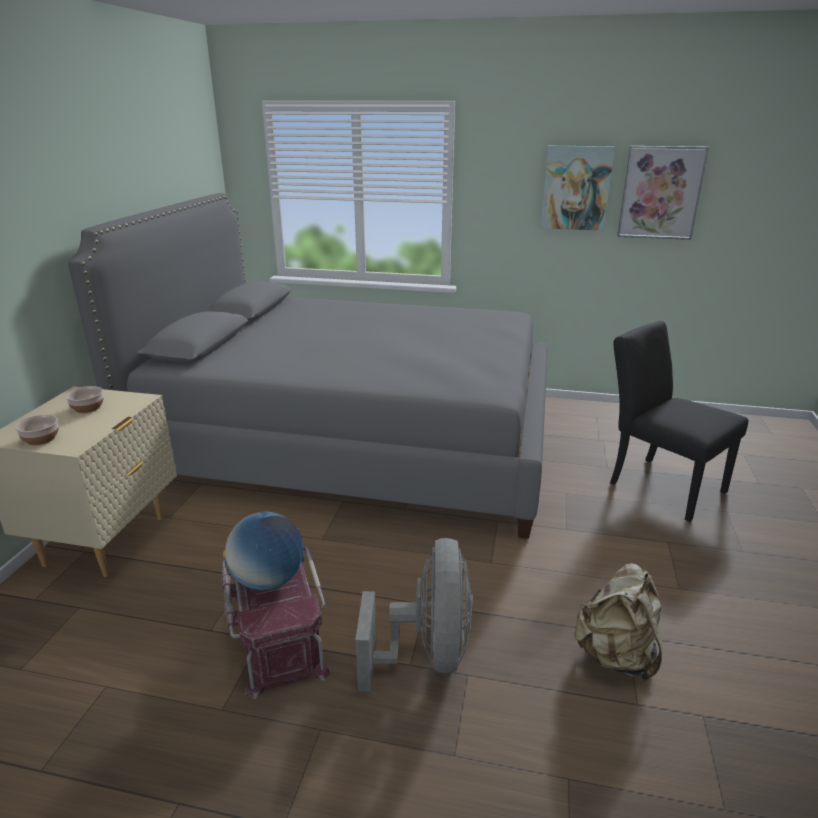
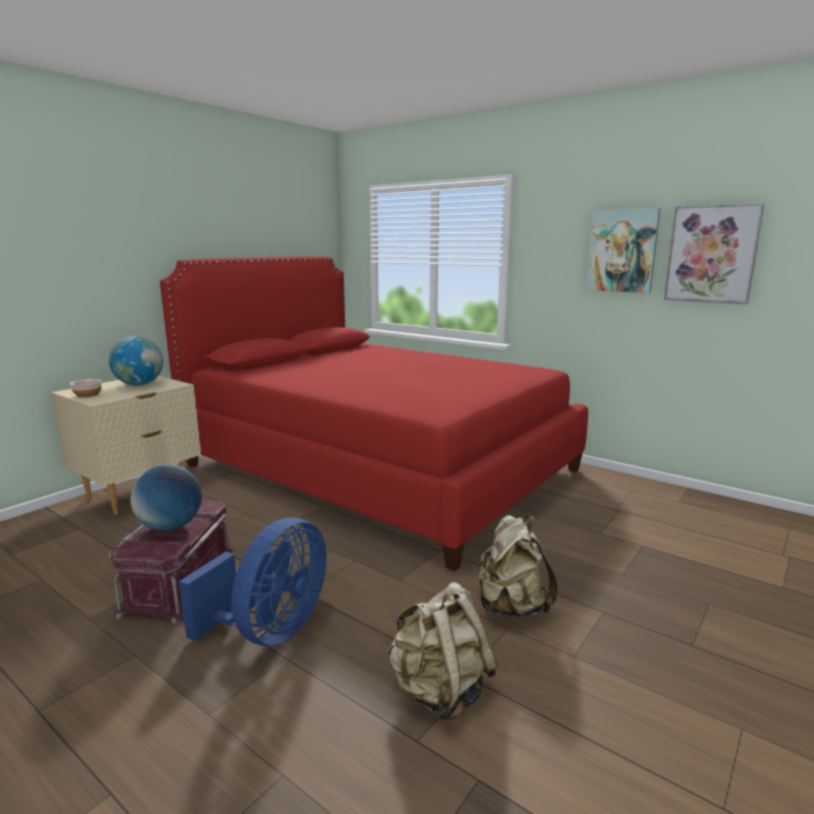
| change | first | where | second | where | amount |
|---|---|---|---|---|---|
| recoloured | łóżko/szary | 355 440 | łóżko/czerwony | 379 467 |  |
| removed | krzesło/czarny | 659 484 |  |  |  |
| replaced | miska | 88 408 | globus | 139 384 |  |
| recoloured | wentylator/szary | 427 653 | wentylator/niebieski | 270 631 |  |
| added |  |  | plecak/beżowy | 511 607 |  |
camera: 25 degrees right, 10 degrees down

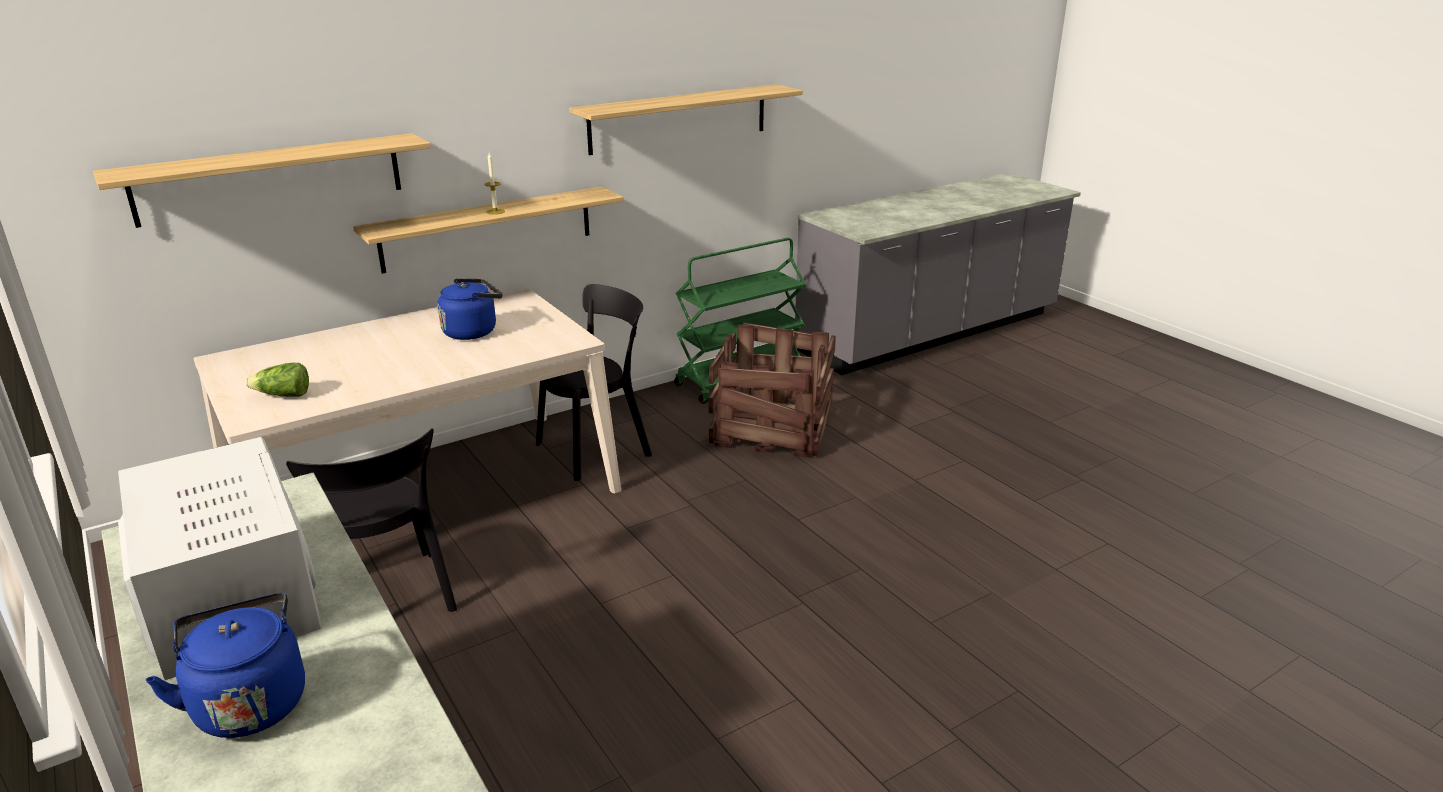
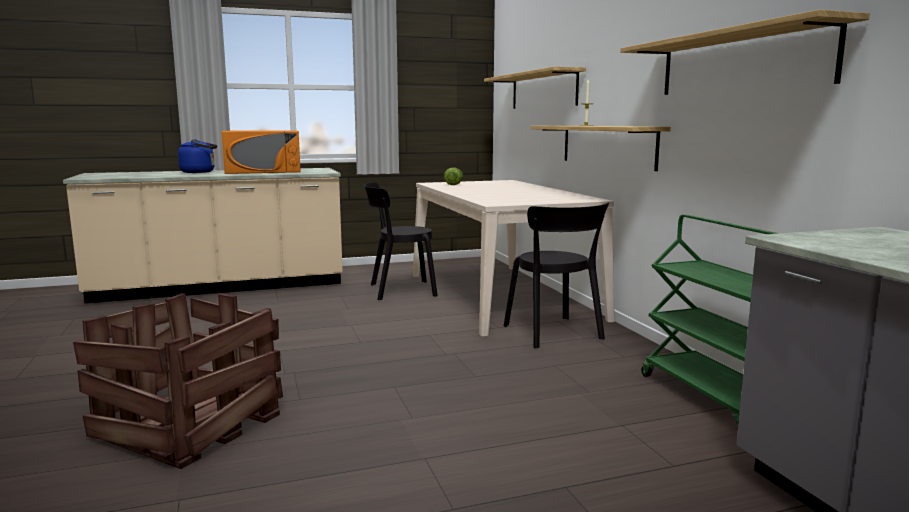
| change | first | where | second | where | amount |
|---|---|---|---|---|---|
| removed | czajnik/niebieski | 473 331 |  |  |  |
| moved | skrzynka | 770 428 |  | 191 424 |  |
| recoloured | mikrofalówka/biały | 230 594 | mikrofalówka/pomarańczowy | 263 171 |  |
camera: 105 degrees right, 15 degrees down

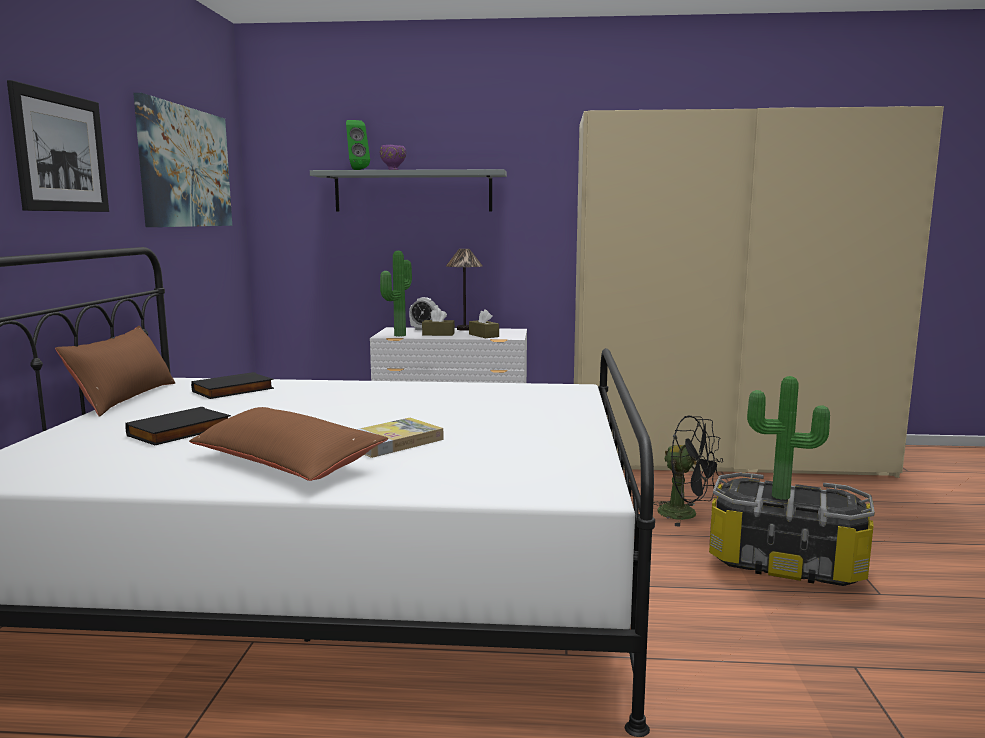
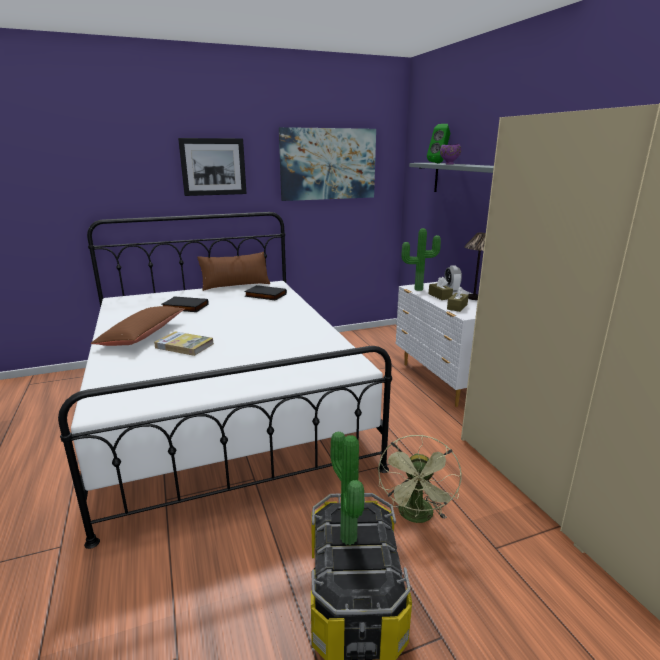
| change | first | where | second | where | amount |
|---|---|---|---|---|---|
| recoloured | wentylator/czarny | 686 514 | wentylator/zielony | 417 517 |  |
camera: 65 degrees right, 10 degrees up

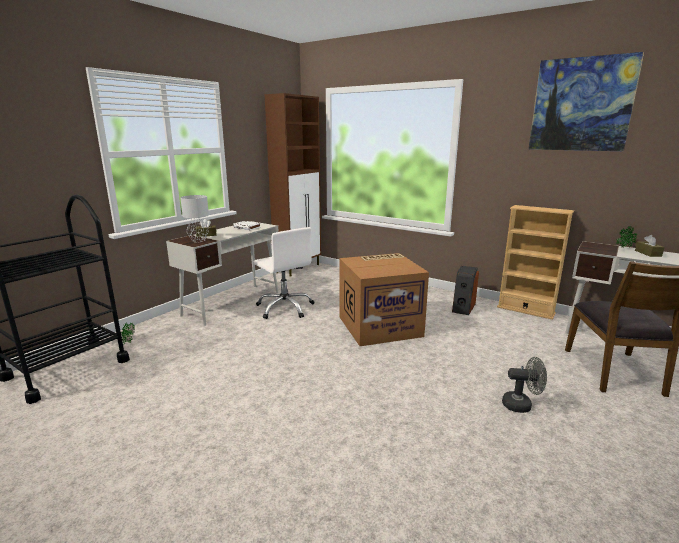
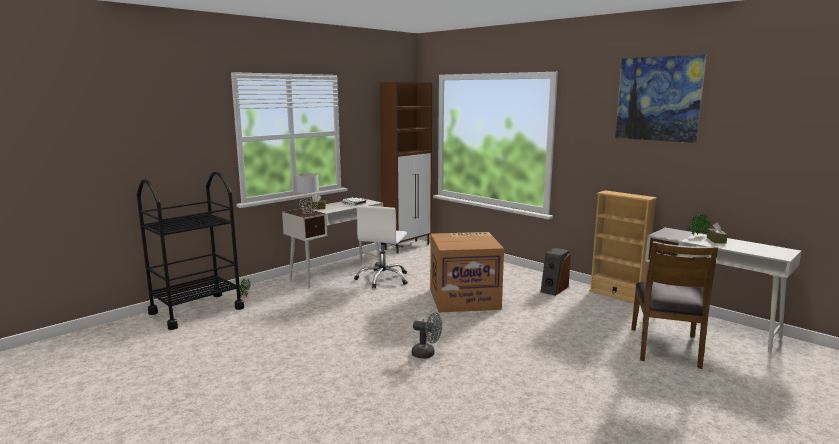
| change | first | where | second | where | amount |
|---|---|---|---|---|---|
| turned | krzesło biurowe/biały | 285 308 |  | 383 279 | 45 degrees clockwise |
| moved | wentylator/szary | 521 405 |  | 427 354 |  |
camera: 10 degrees right, 5 degrees down

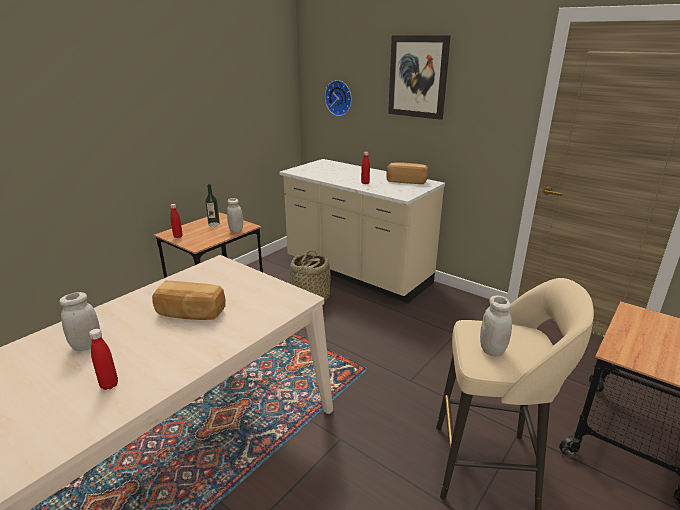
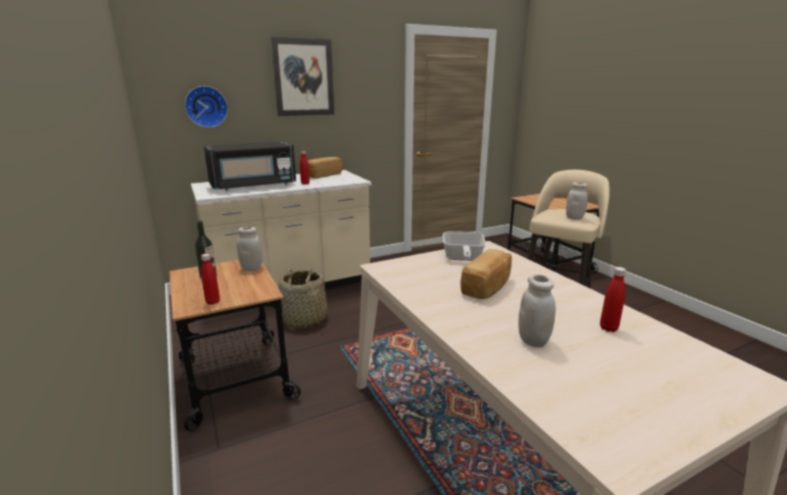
| change | first | where | second | where | amount |
|---|---|---|---|---|---|
| added |  |  | mikrofalówka/czarny | 254 186 |  |
| added |  |  | patelnia | 462 258 |  |
camera: 65 degrees left, 5 degrees down

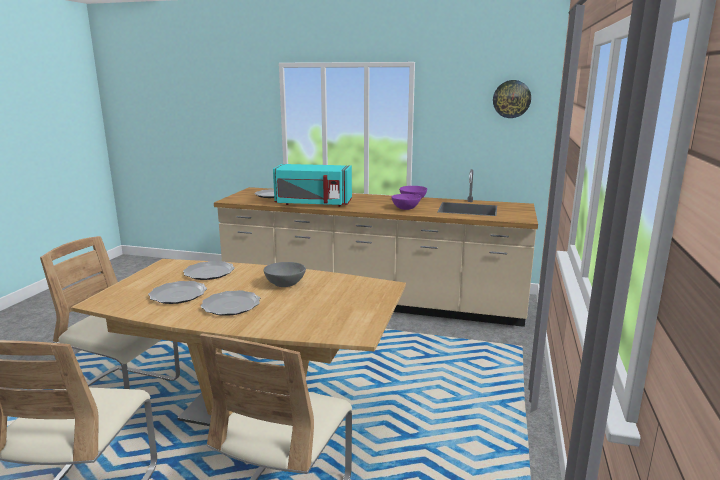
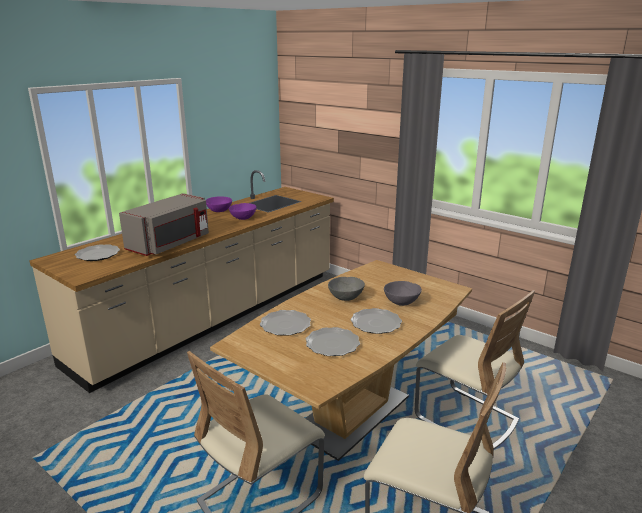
| change | first | where | second | where | amount |
|---|---|---|---|---|---|
| removed | zegar ścienny | 511 99 |  |  |  |
| recoloured | mikrofalówka/turkusowy | 313 203 | mikrofalówka/szary | 170 243 |  |
| added |  |  | miska/szary | 401 302 |  |
camera: 65 degrees left, 5 degrees up

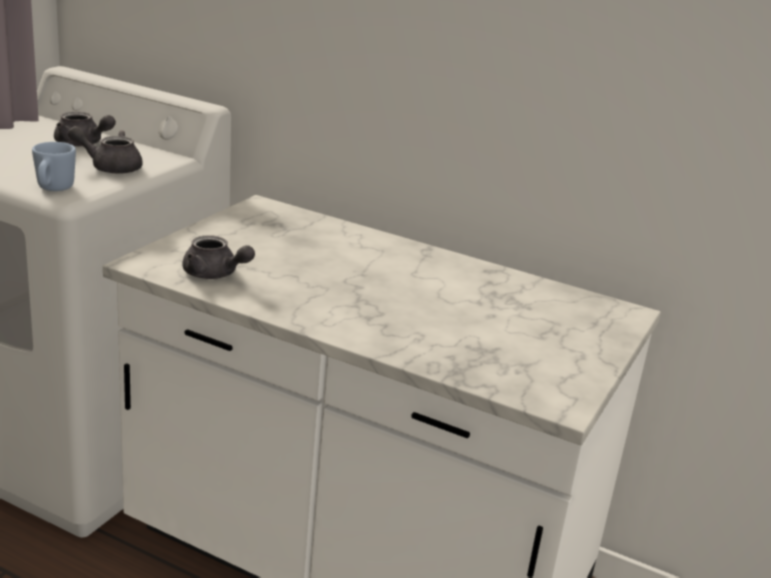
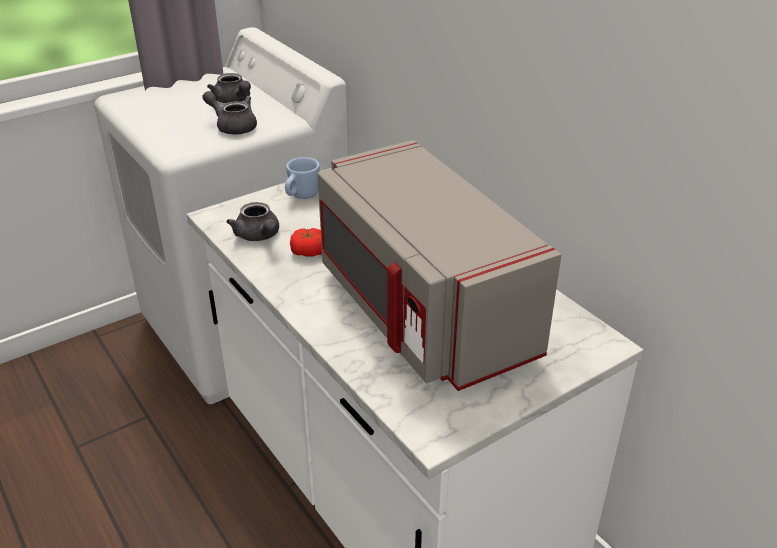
| change | first | where | second | where | amount |
|---|---|---|---|---|---|
| moved | kubek/niebieski | 53 189 |  | 301 196 |  |
| added |  |  | mikrofalówka/szary | 421 311 |  |
| added |  |  | pomidor | 309 251 |  |
camera: 30 degrees right, 10 degrees up

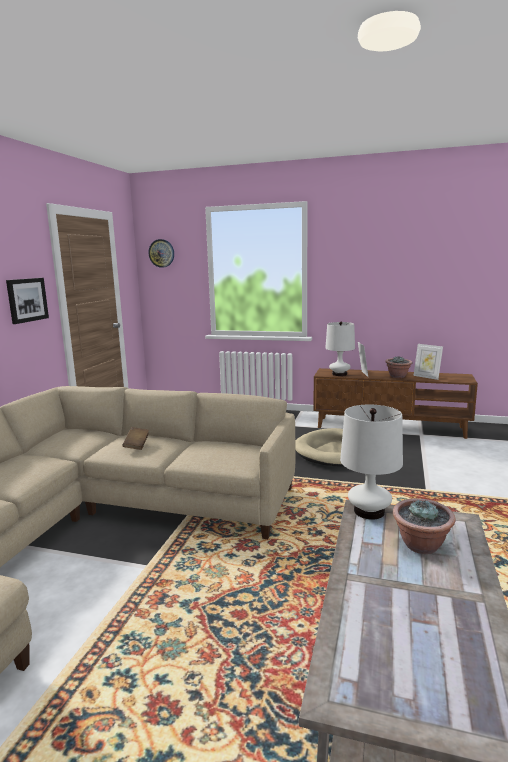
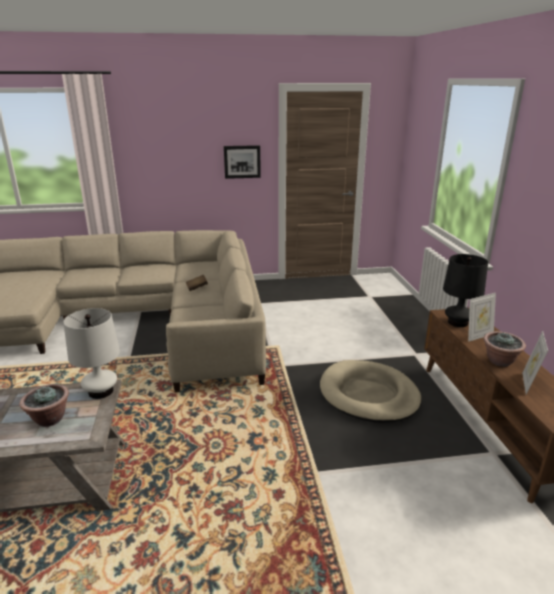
| change | first | where | second | where | amount |
|---|---|---|---|---|---|
| removed | zegar ścienny | 161 253 |  |  |  |
| recoloured | lampa stołowa/biały | 339 374 | lampa stołowa/czarny | 457 322 |  |
camera: 65 degrees right, 10 degrees up

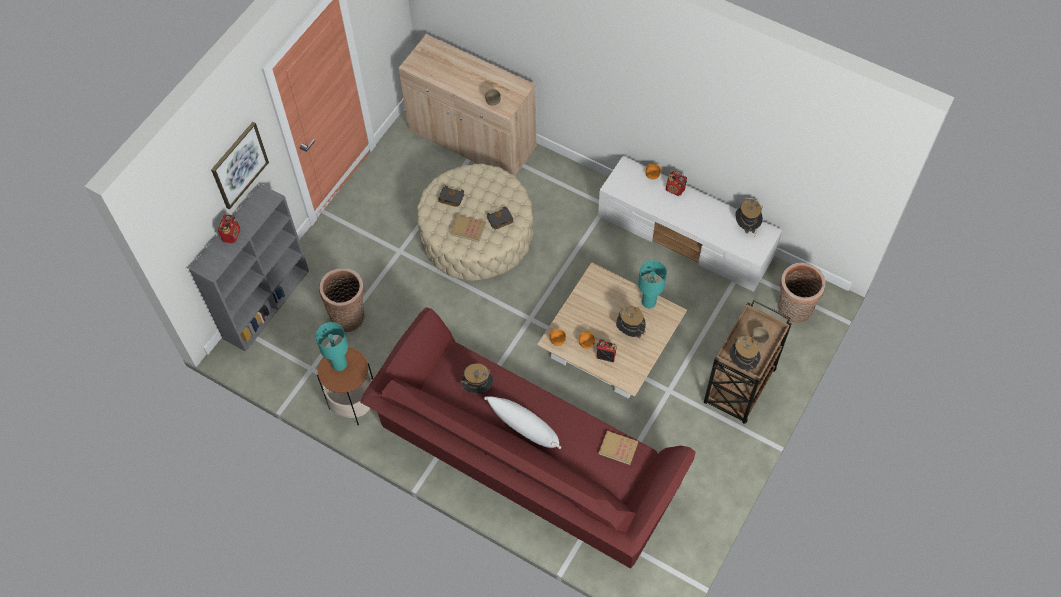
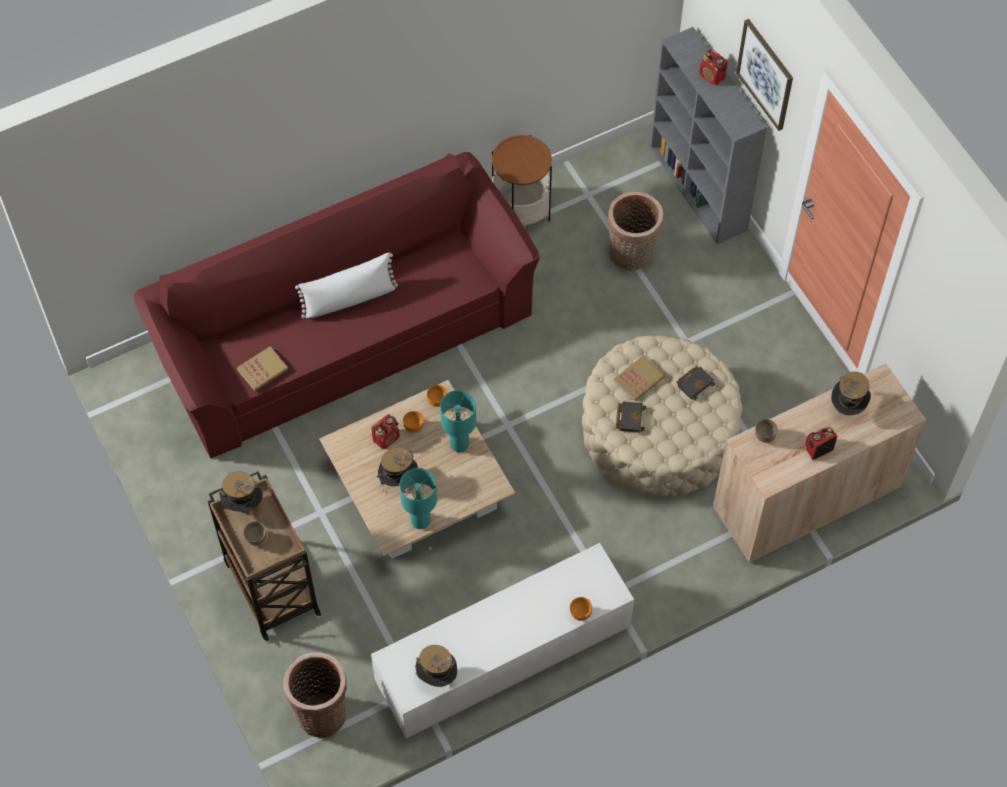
| change | first | where | second | where | amount |
|---|---|---|---|---|---|
| moved | radio | 675 190 |  | 818 449 |  |
| moved | lampa stołowa/turkusowy | 339 364 |  | 459 444 |  |
| moved | kapelusz | 478 388 |  | 847 407 |  |
camera: 120 degrees right, 0 degrees up

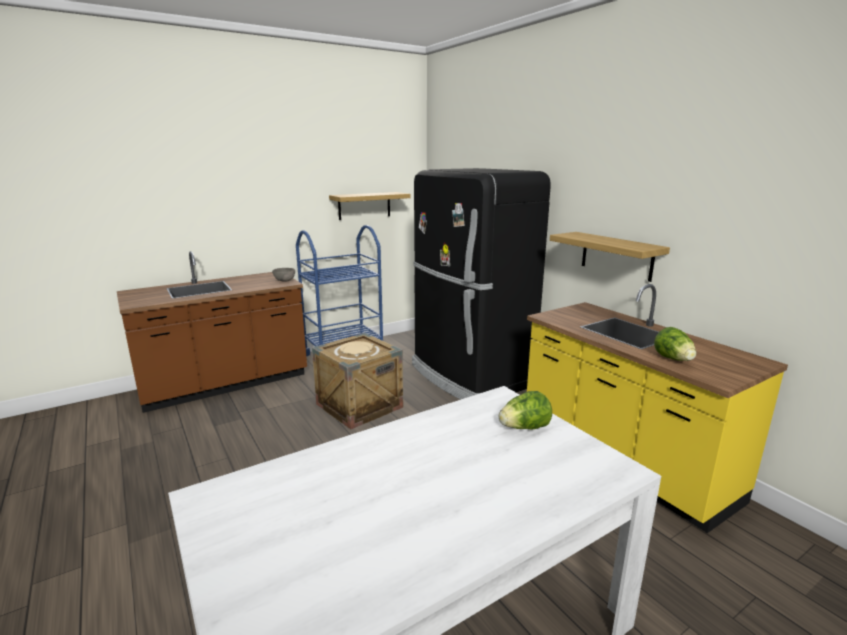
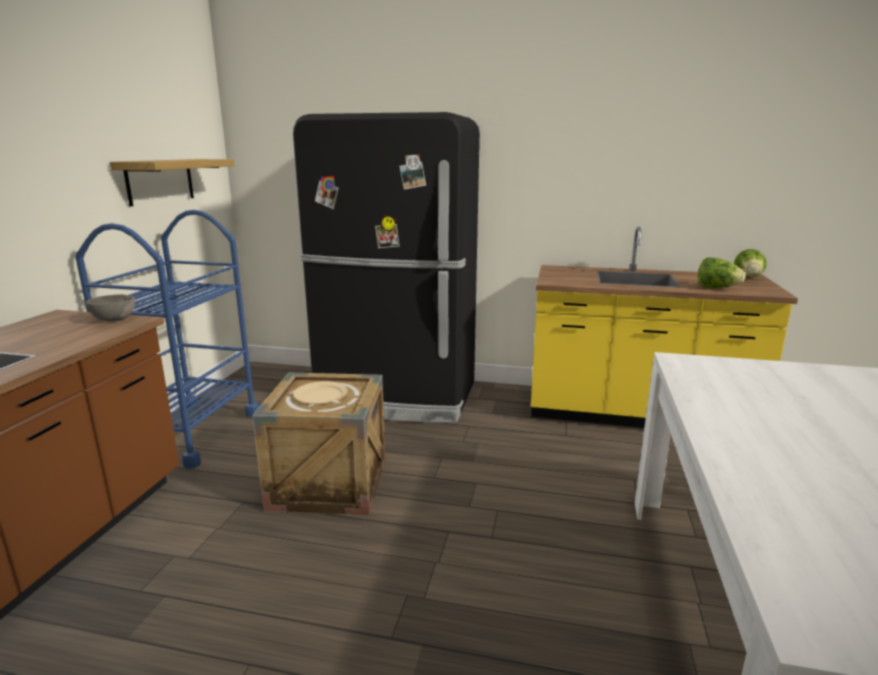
| change | first | where | second | where | amount |
|---|---|---|---|---|---|
| removed | półka | 616 256 |  |  |  |
| moved | sałata | 524 428 |  | 749 278 |  |
camera: 45 degrees left, 0 degrees up

